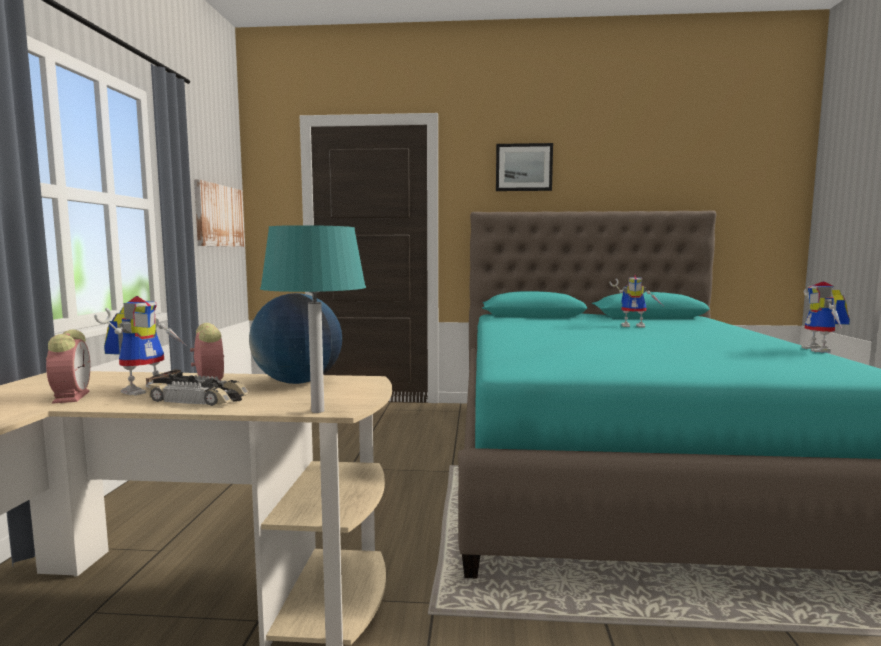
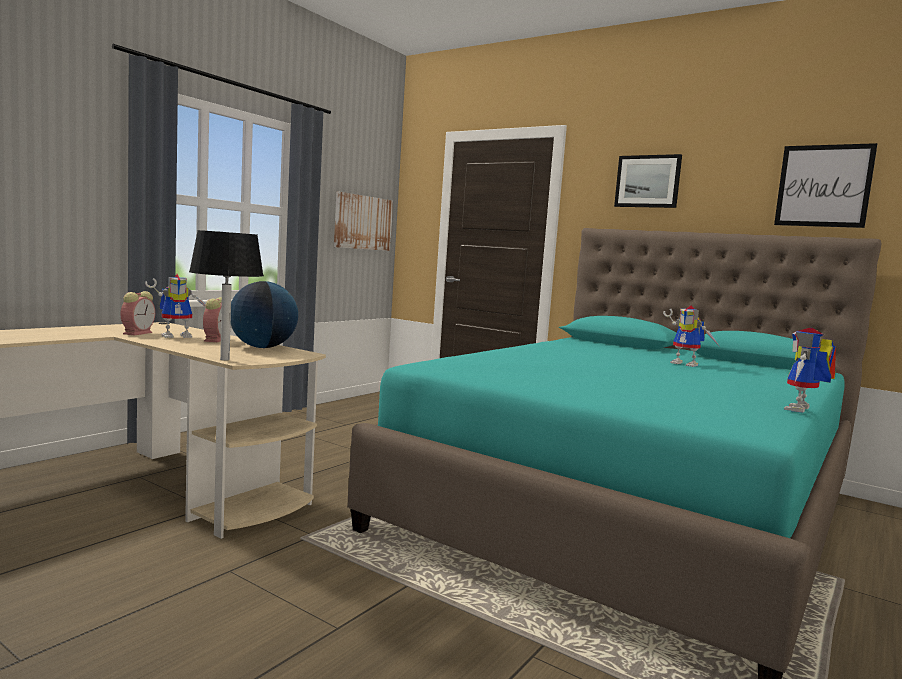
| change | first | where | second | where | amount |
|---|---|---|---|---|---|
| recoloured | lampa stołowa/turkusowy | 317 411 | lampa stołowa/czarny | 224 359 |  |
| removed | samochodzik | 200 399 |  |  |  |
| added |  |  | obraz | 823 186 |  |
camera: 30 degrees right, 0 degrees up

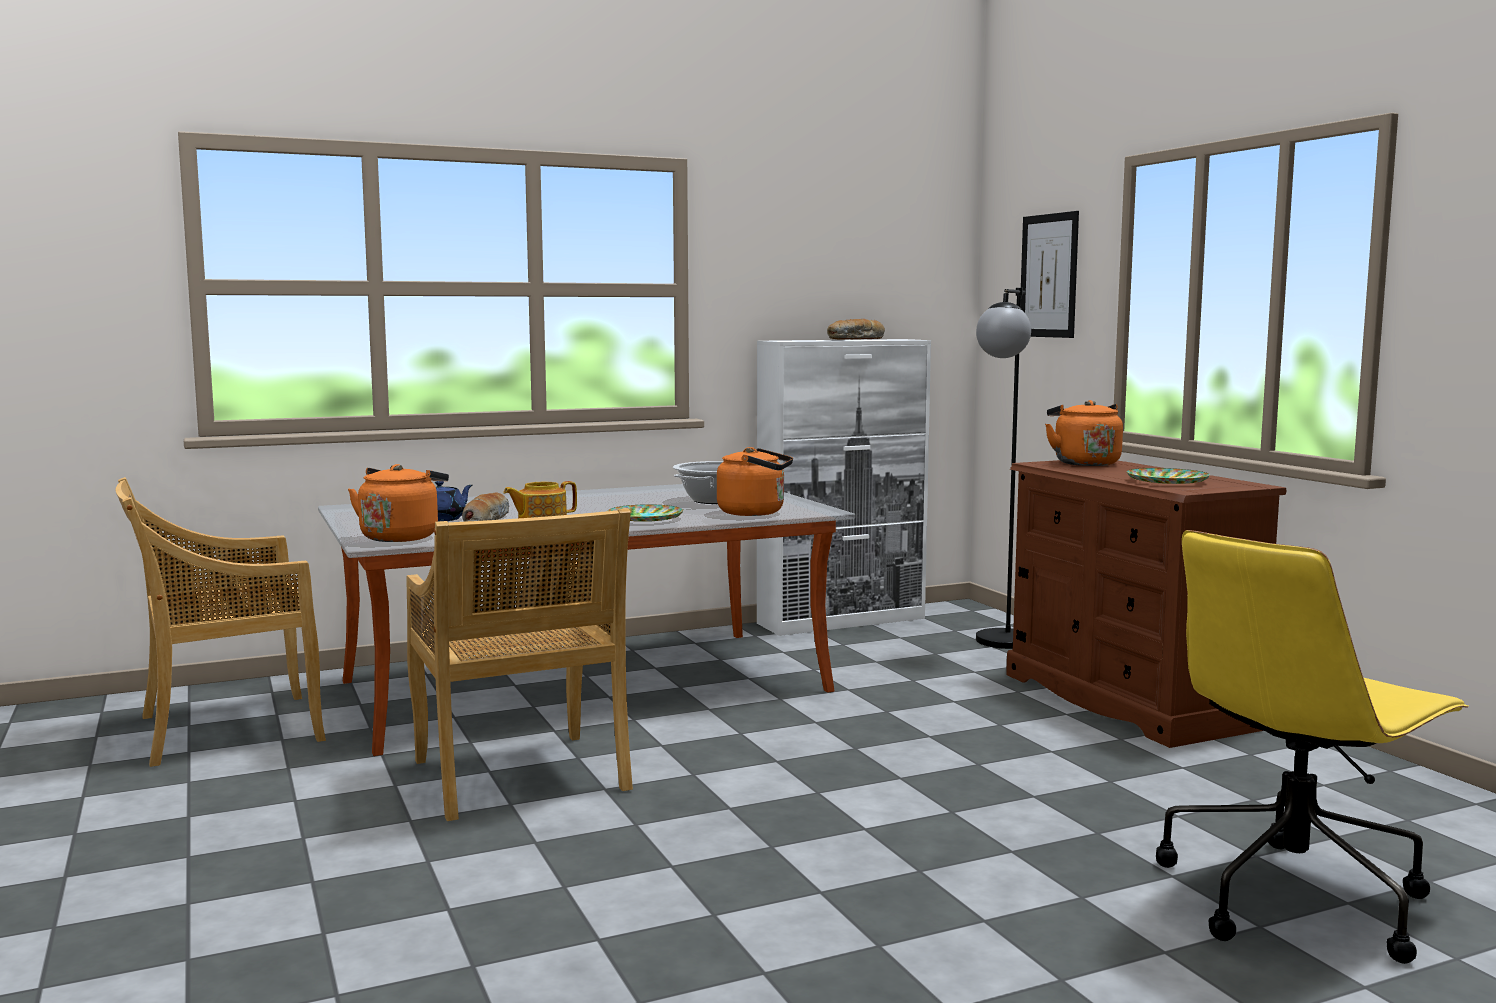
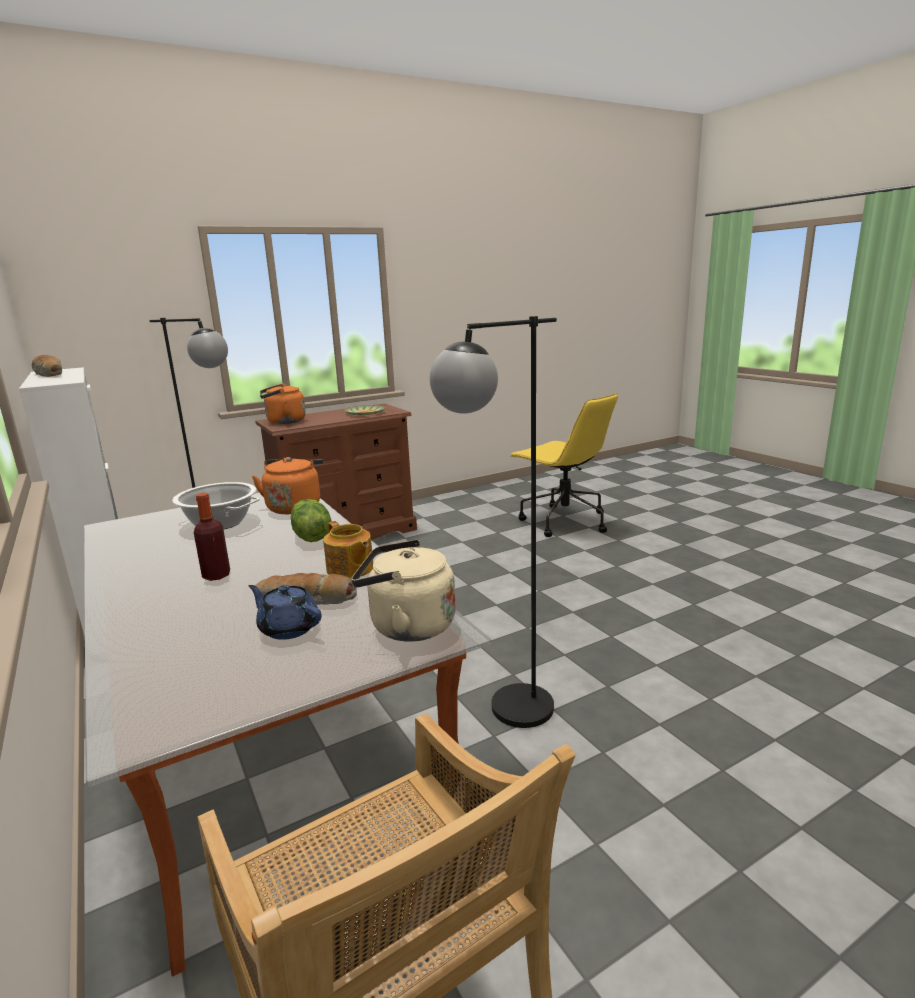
| change | first | where | second | where | amount |
|---|---|---|---|---|---|
| removed | obraz | 1049 276 |  |  |  |
| recoloured | czajnik/pomarańczowy | 401 537 | czajnik/beżowy | 407 626 |  |
| replaced | talerz | 644 518 | sałata | 311 537 |  |
| replaced | krzesło/beżowy | 520 777 | lampa stojąca/czarny | 504 716 |  |
| added |  |  | butelka | 216 575 |  |
camera: 95 degrees left, 10 degrees up

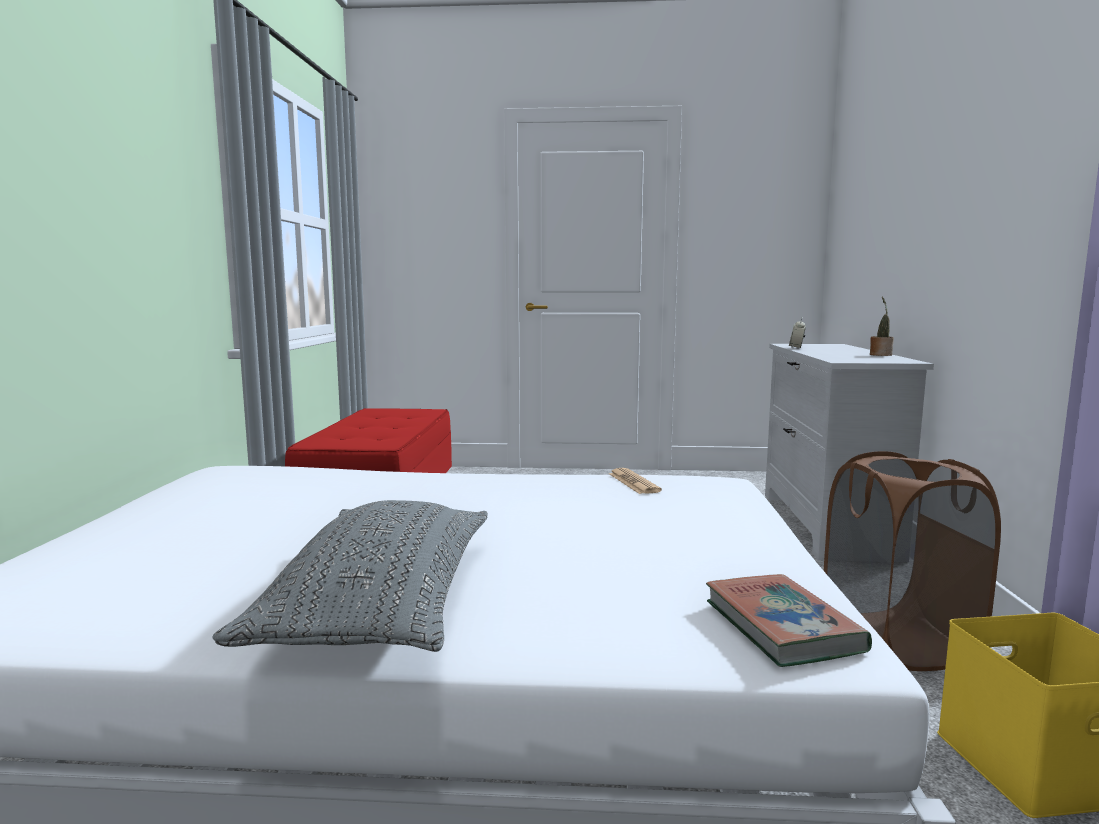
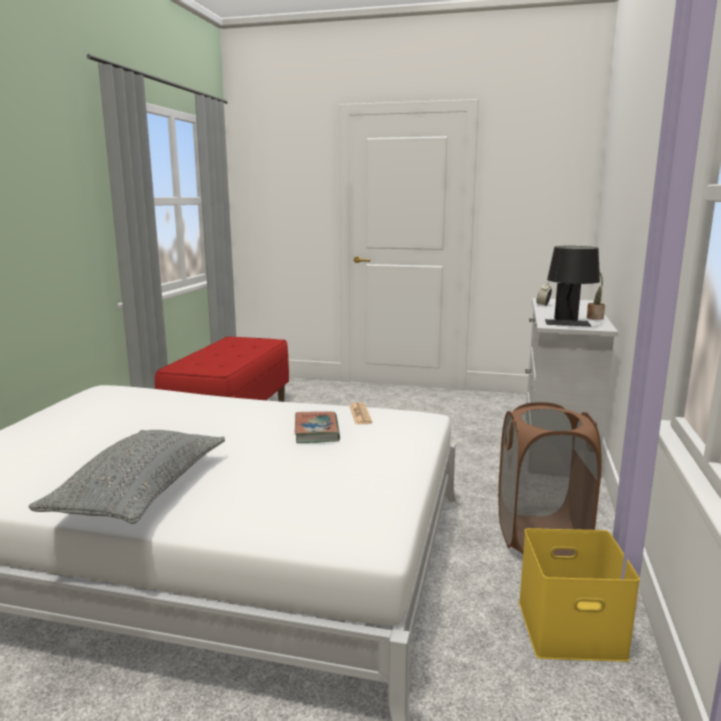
| change | first | where | second | where | amount |
|---|---|---|---|---|---|
| moved | książka | 782 627 |  | 316 431 |  |
| added |  |  | lampa stołowa/czarny | 569 324 |  |
camera: 10 degrees right, 5 degrees up

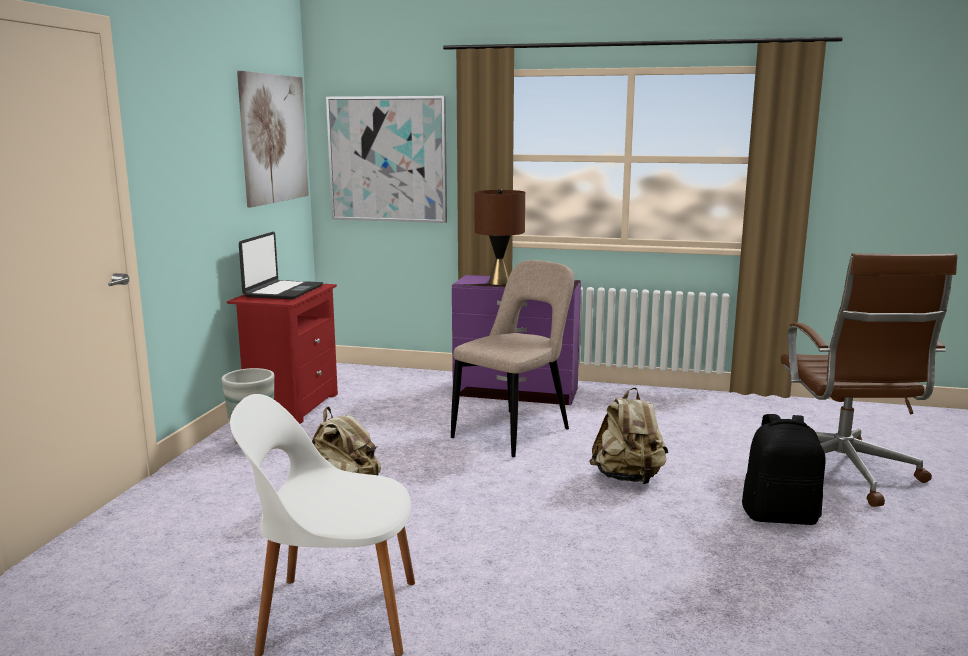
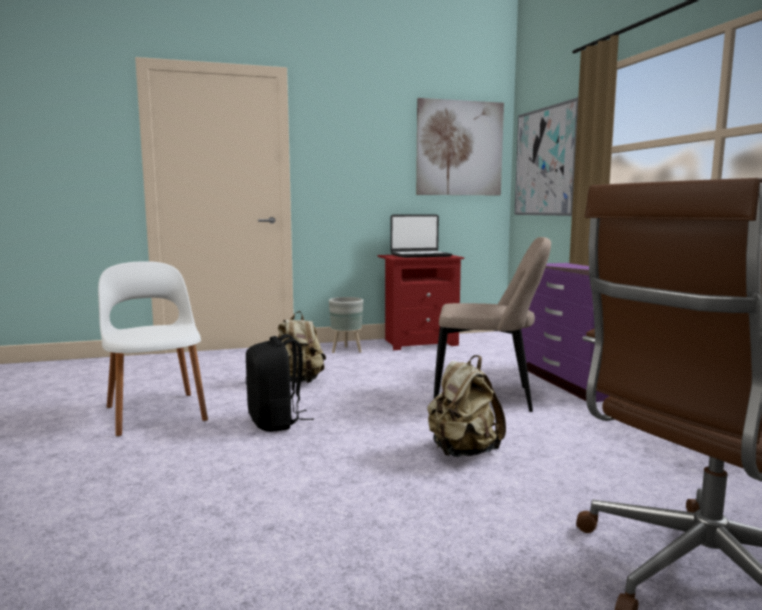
| change | first | where | second | where | amount |
|---|---|---|---|---|---|
| removed | lampa stołowa/brązowy | 499 282 |  |  |  |
| moved | plecak/czarny | 780 516 |  | 276 422 |  |
camera: 60 degrees right, 5 degrees down

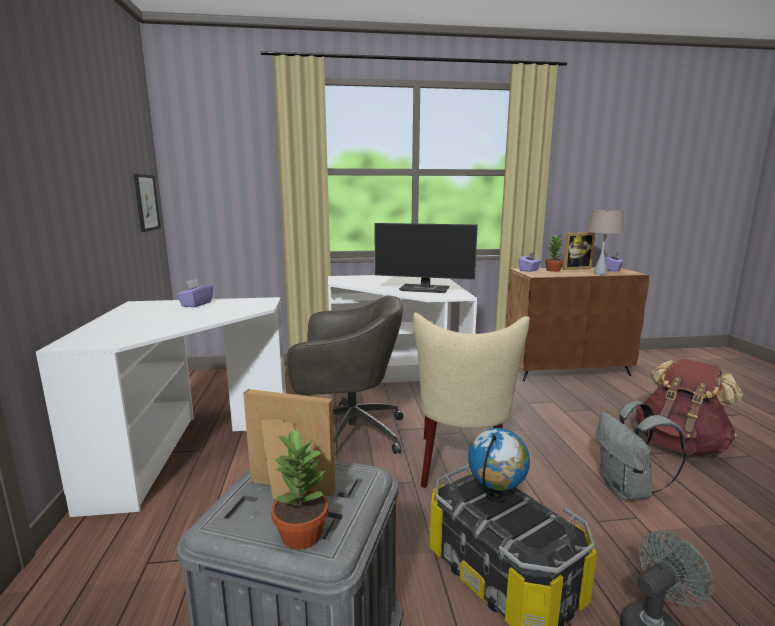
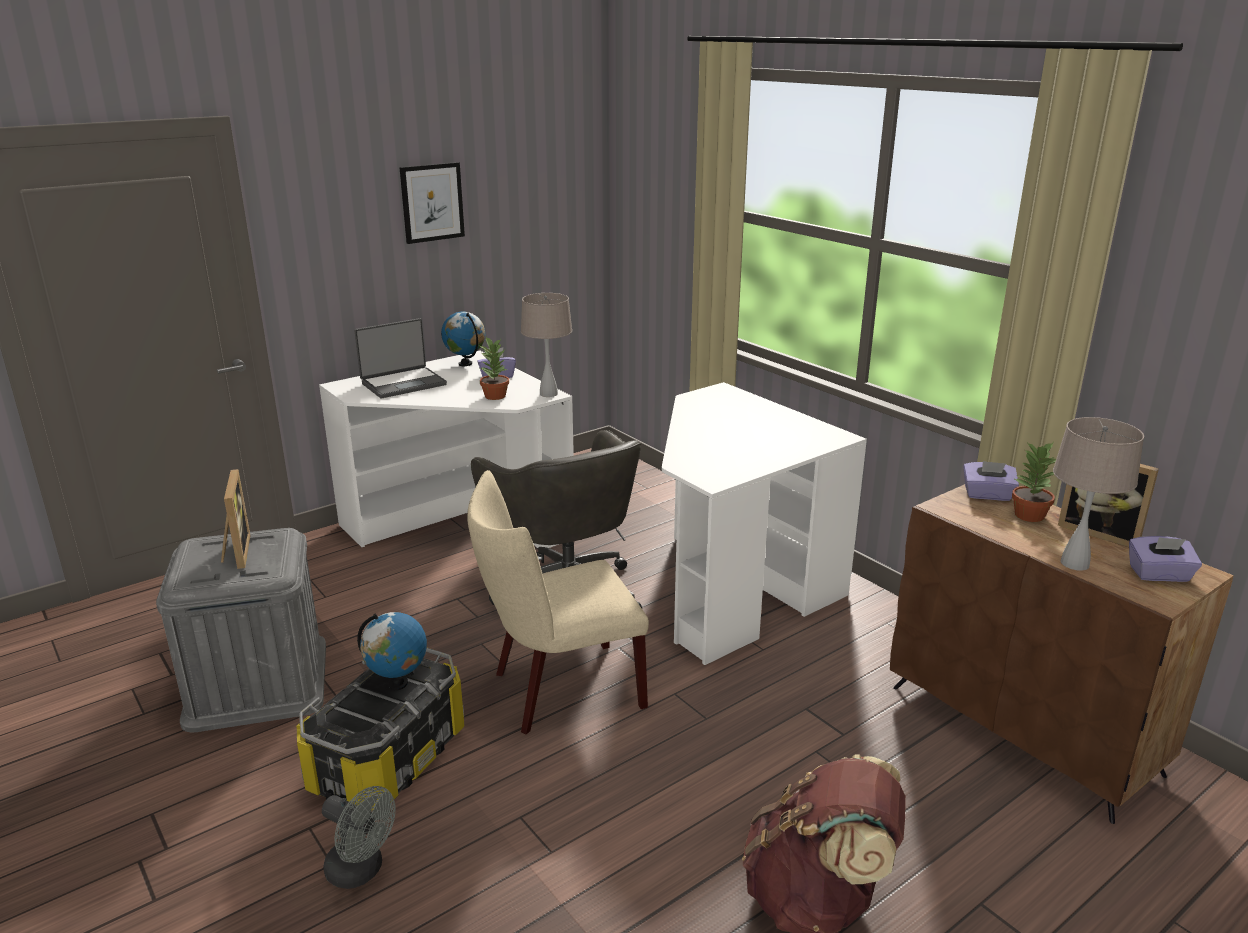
| change | first | where | second | where | amount |
|---|---|---|---|---|---|
| moved | obraz | 146 202 |  | 432 202 |  |
| removed | monitor | 425 289 |  |  |  |
| removed | plecak/szary | 628 490 |  |  |  |
| moved | roślina doniczkowa | 300 534 |  | 495 396 |  |
| added |  |  | lampa stołowa/beżowy | 548 394 |  |
| added |  |  | globus | 465 364 |  |
| added |  |  | laptop | 403 383 |  |
camera: 60 degrees right, 10 degrees up

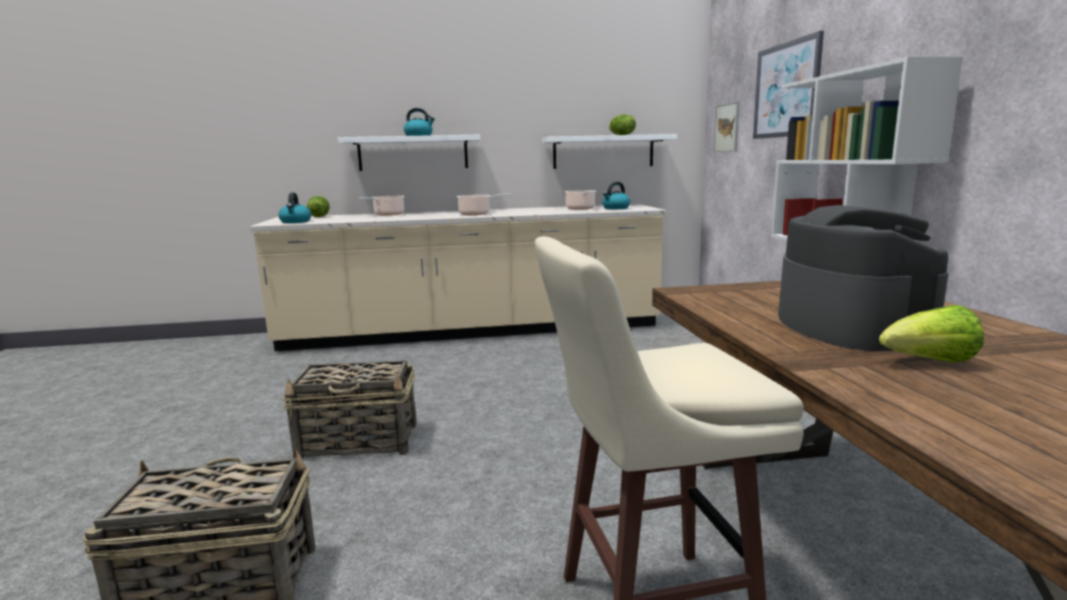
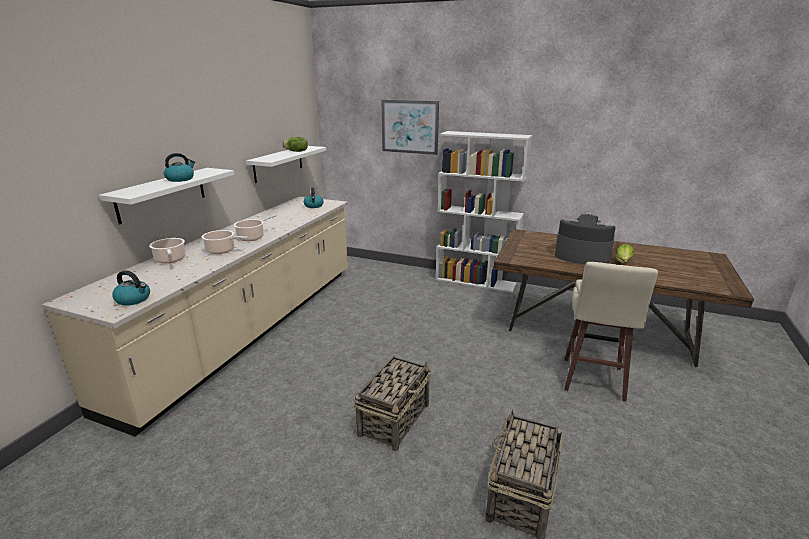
| change | first | where | second | where | amount |
|---|---|---|---|---|---|
| removed | obraz | 727 127 |  |  |  |
| moved | garnek | 581 208 |  | 222 250 |  |
| removed | sałata | 319 216 |  |  |  |
camera: 60 degrees left, 10 degrees up

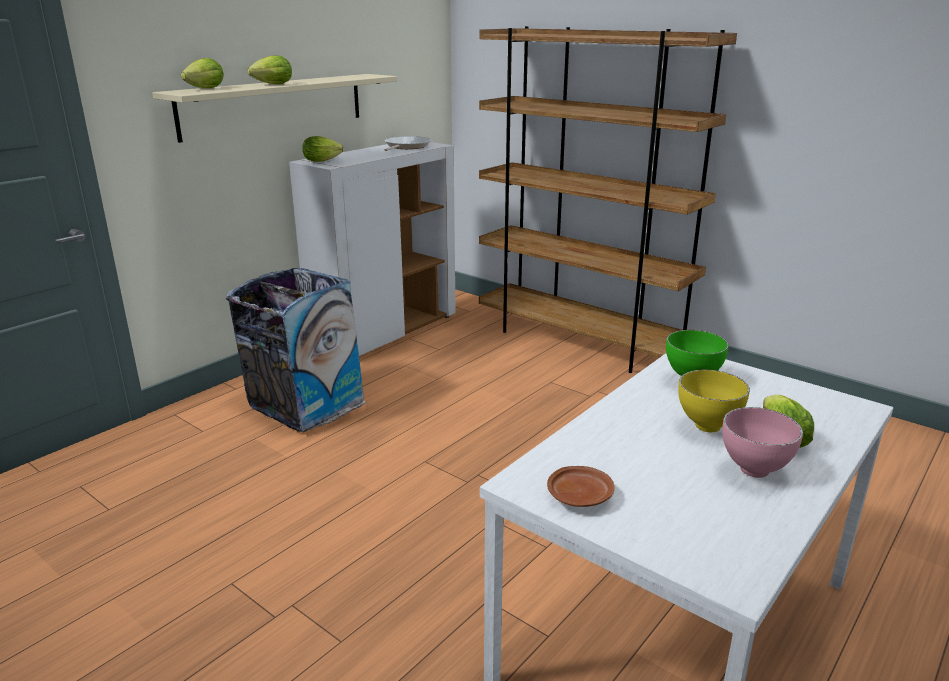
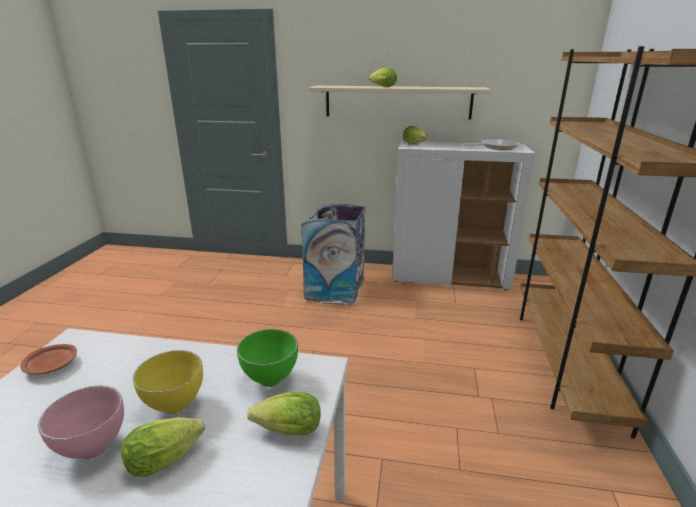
| change | first | where | second | where | amount |
|---|---|---|---|---|---|
| moved | sałata | 203 89 |  | 285 430 |  |
camera: 60 degrees right, 0 degrees up

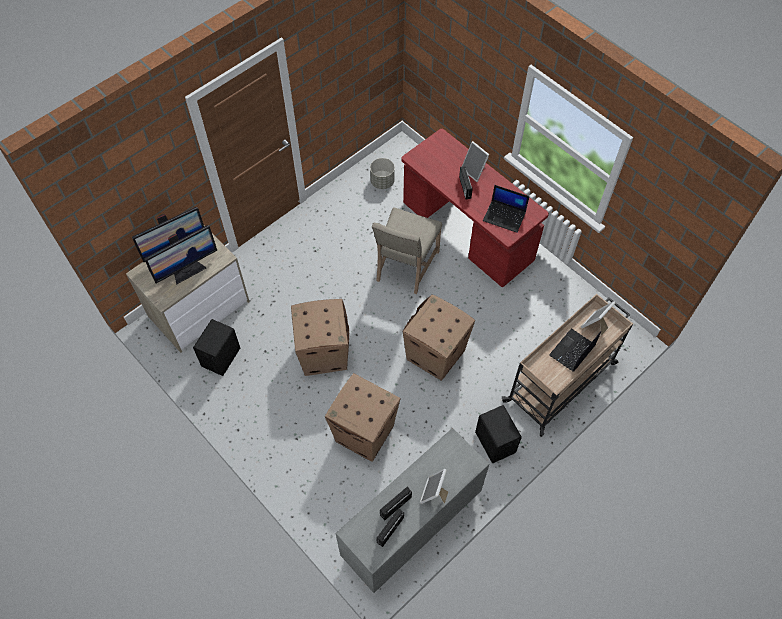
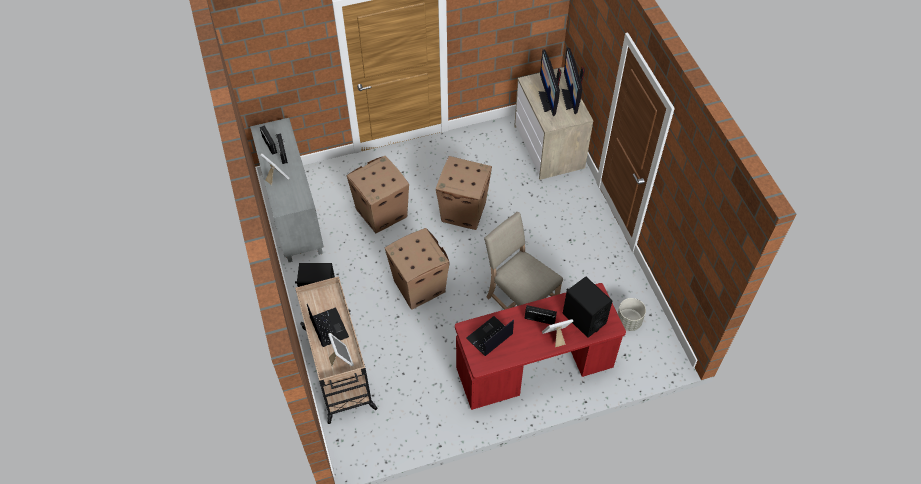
| change | first | where | second | where | amount |
|---|---|---|---|---|---|
| moved | głośnik/czarny | 221 357 |  | 584 318 |  |
camera: 115 degrees right, 5 degrees down

